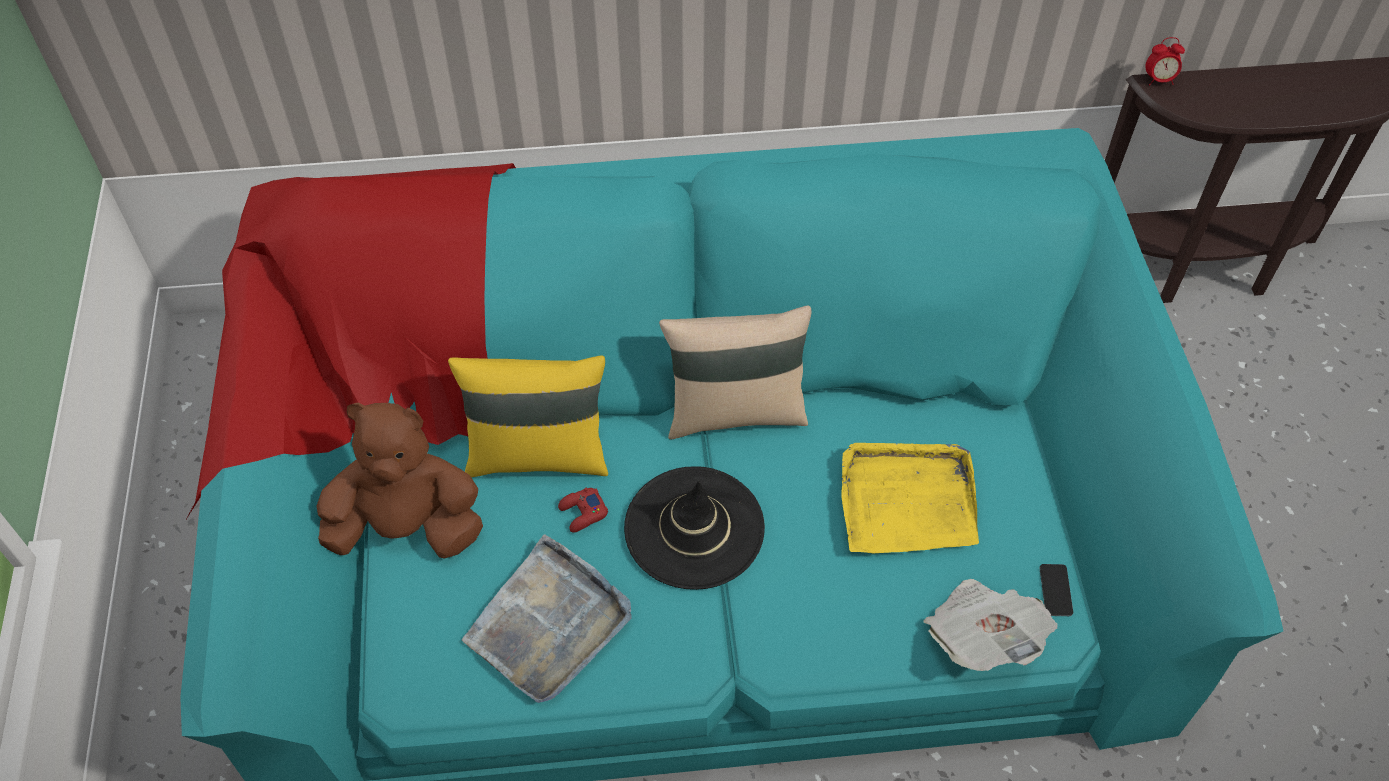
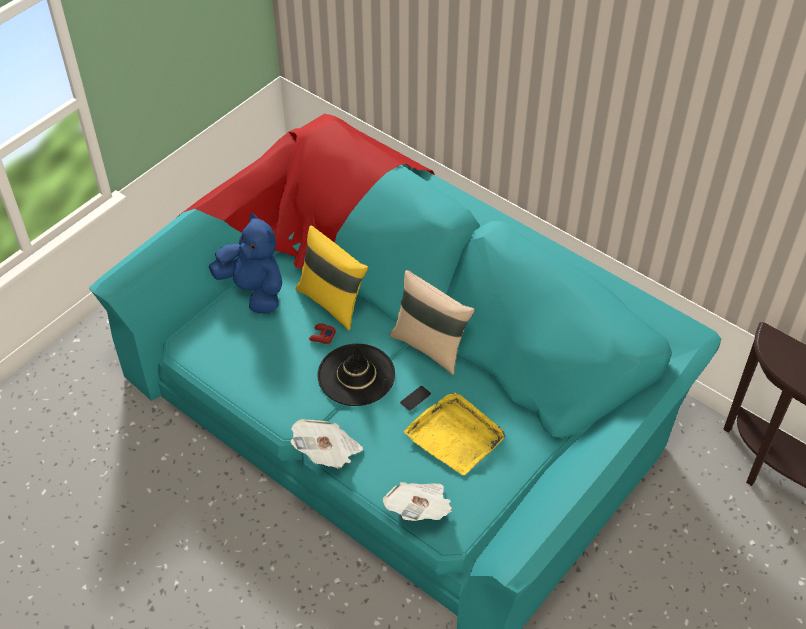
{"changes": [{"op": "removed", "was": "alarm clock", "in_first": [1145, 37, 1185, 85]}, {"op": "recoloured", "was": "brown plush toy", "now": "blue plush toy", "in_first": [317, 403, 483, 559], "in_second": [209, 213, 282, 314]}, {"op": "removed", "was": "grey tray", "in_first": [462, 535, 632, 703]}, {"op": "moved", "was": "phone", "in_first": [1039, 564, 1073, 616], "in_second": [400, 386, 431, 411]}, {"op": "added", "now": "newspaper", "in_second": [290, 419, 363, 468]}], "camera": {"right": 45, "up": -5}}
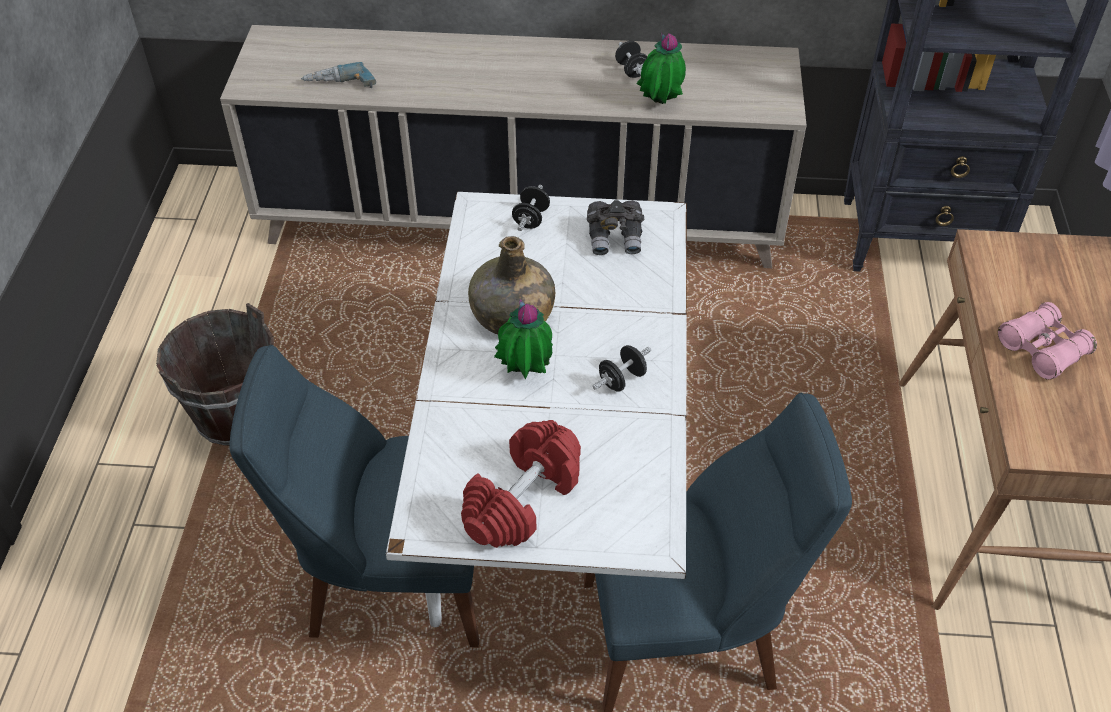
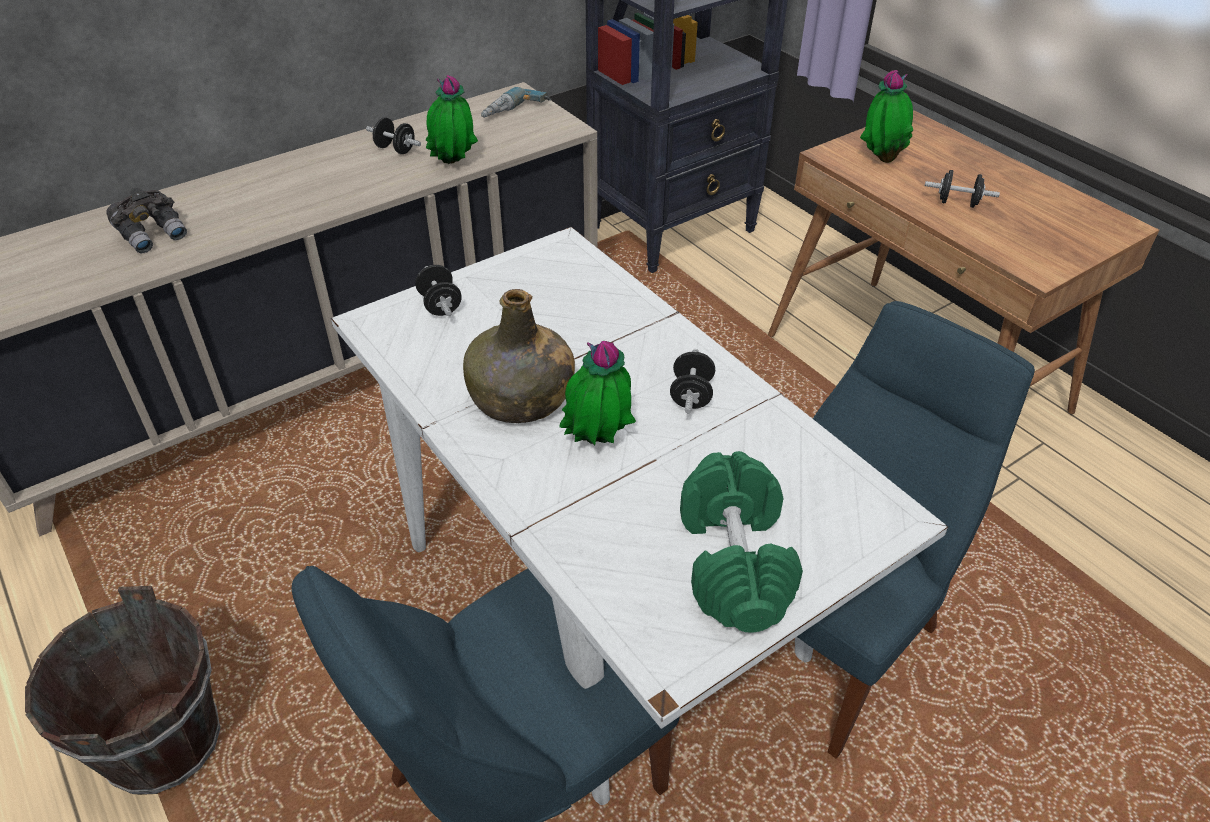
{"changes": [{"op": "moved", "was": "power drill", "in_first": [301, 62, 376, 88], "in_second": [481, 87, 551, 118]}, {"op": "moved", "was": "grey binoculars", "in_first": [587, 200, 644, 255], "in_second": [106, 188, 187, 254]}, {"op": "replaced", "was": "pink binoculars", "now": "black dumbbell", "in_first": [998, 302, 1097, 380], "in_second": [925, 170, 1000, 208]}, {"op": "recoloured", "was": "red dumbbell", "now": "green dumbbell", "in_first": [461, 420, 581, 548], "in_second": [680, 451, 803, 633]}, {"op": "added", "now": "potted plant", "in_second": [860, 70, 913, 163]}], "camera": {"right": -40, "up": -5}}
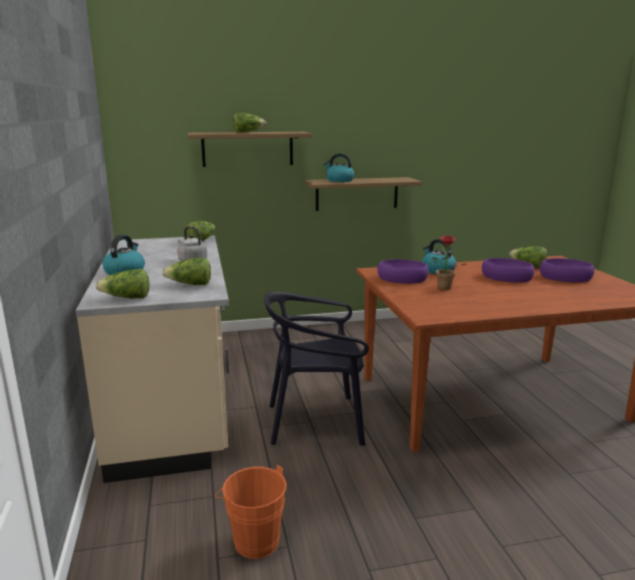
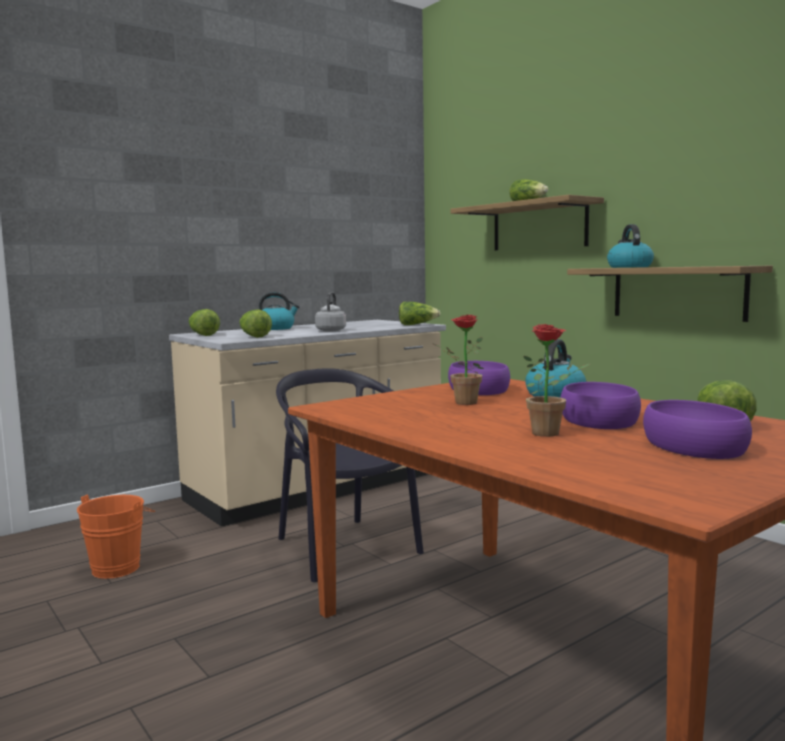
{"changes": [{"op": "added", "now": "potted plant", "in_second": [524, 324, 590, 437]}], "camera": {"right": 65, "up": -10}}
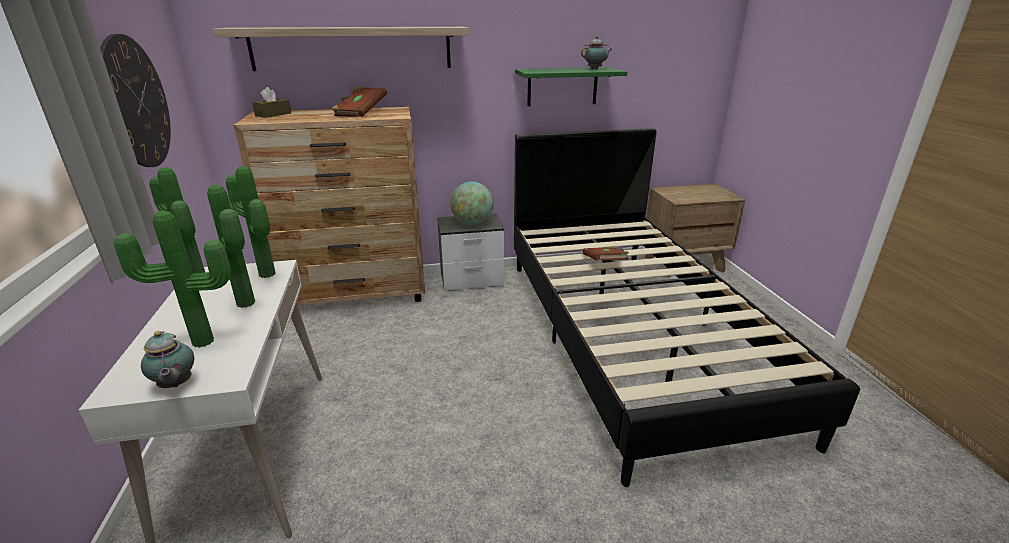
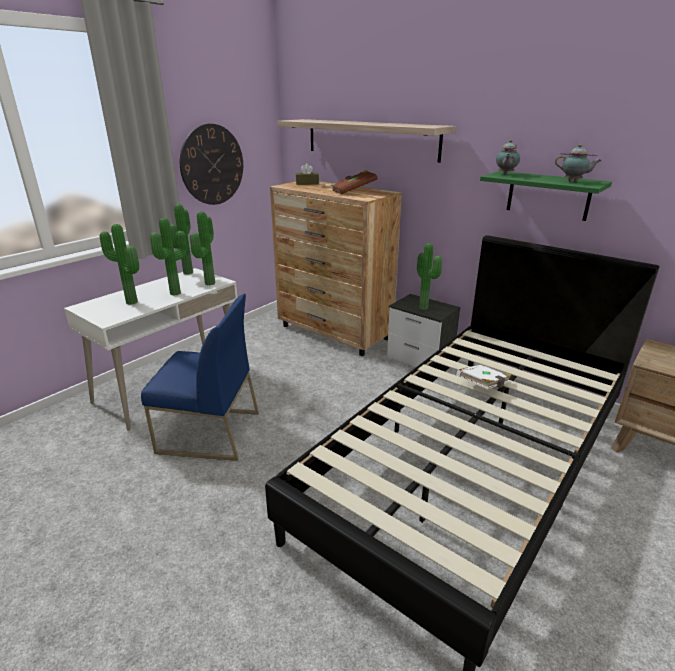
{"changes": [{"op": "replaced", "was": "globe", "now": "potted plant", "in_first": [450, 182, 494, 225], "in_second": [417, 243, 442, 310]}, {"op": "recoloured", "was": "brown book", "now": "white book", "in_first": [582, 246, 629, 260], "in_second": [456, 365, 511, 389]}, {"op": "moved", "was": "teapot", "in_first": [141, 331, 194, 388], "in_second": [496, 140, 520, 175]}, {"op": "added", "now": "blue chair", "in_second": [141, 294, 259, 461]}], "camera": {"right": 50, "up": 0}}
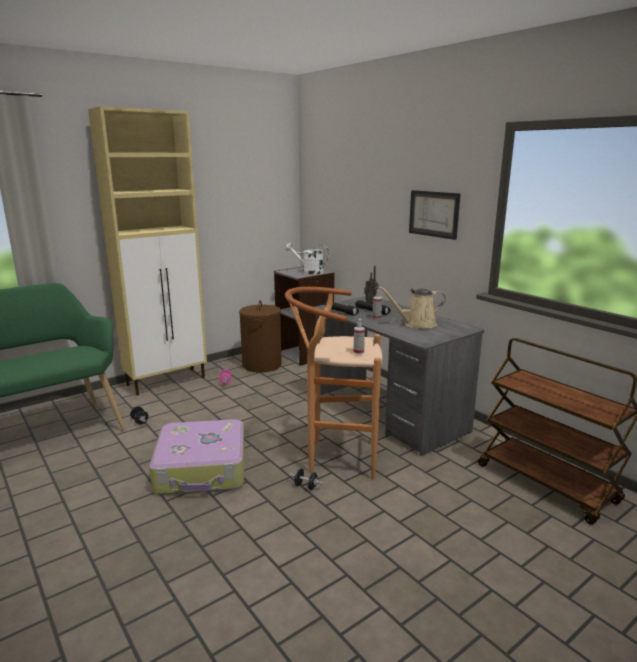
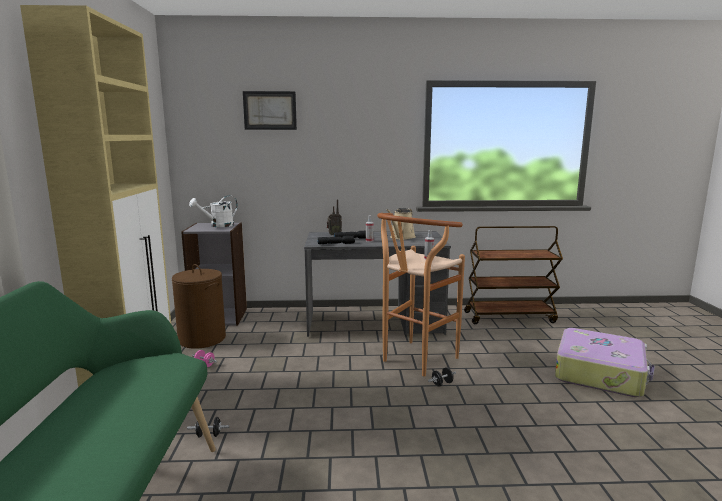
{"changes": [{"op": "moved", "was": "picture", "in_first": [409, 190, 460, 240], "in_second": [243, 91, 297, 130]}, {"op": "moved", "was": "suitcase", "in_first": [149, 419, 245, 495], "in_second": [555, 328, 655, 397]}], "camera": {"right": -55, "up": -5}}
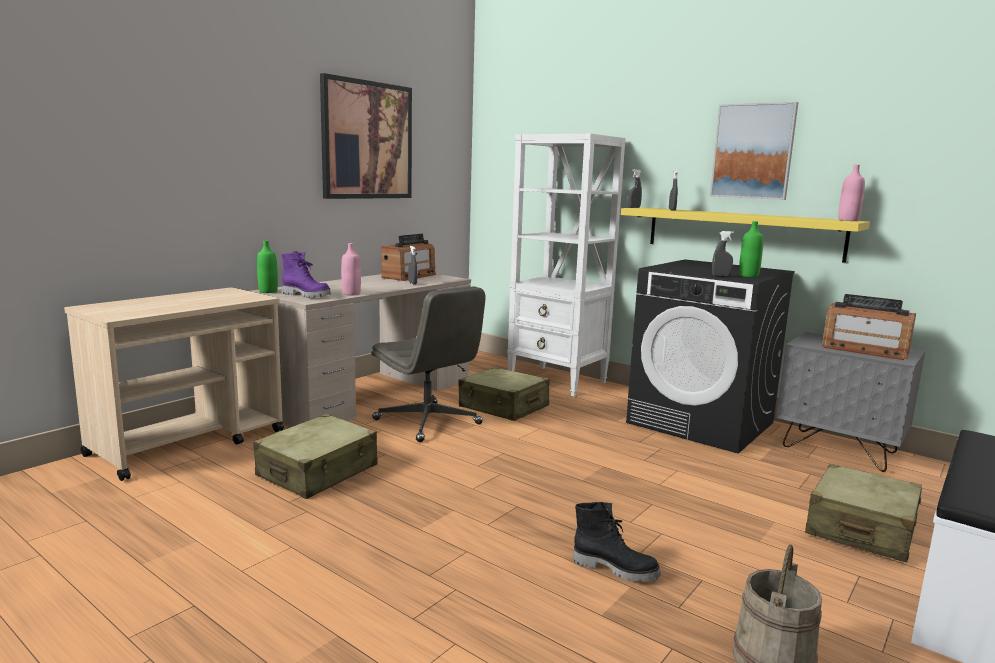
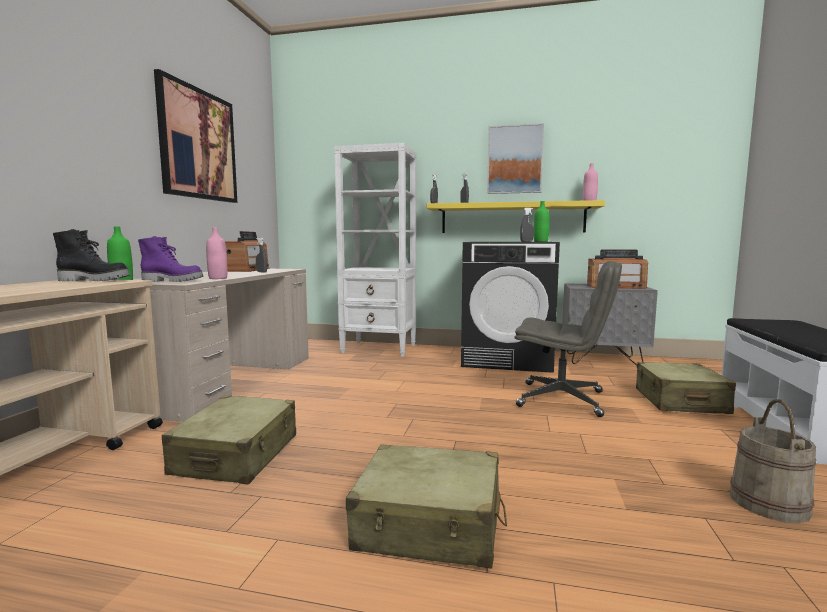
{"changes": [{"op": "moved", "was": "grey office chair", "in_first": [371, 287, 485, 442], "in_second": [515, 261, 622, 417]}, {"op": "moved", "was": "beige suitcase", "in_first": [458, 367, 550, 421], "in_second": [346, 444, 507, 569]}, {"op": "moved", "was": "black boot", "in_first": [573, 502, 661, 582], "in_second": [53, 229, 130, 281]}], "camera": {"right": -25, "up": -5}}
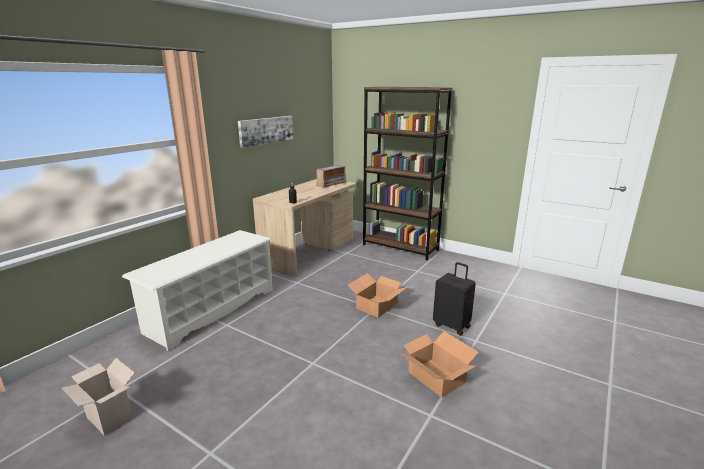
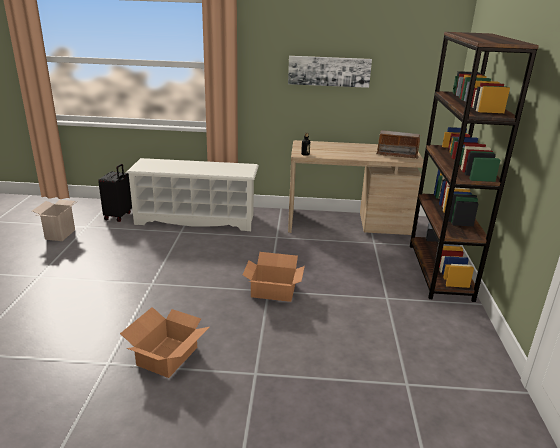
{"changes": [{"op": "moved", "was": "black suitcase", "in_first": [433, 262, 476, 336], "in_second": [98, 164, 132, 222]}], "camera": {"right": 60, "up": 5}}
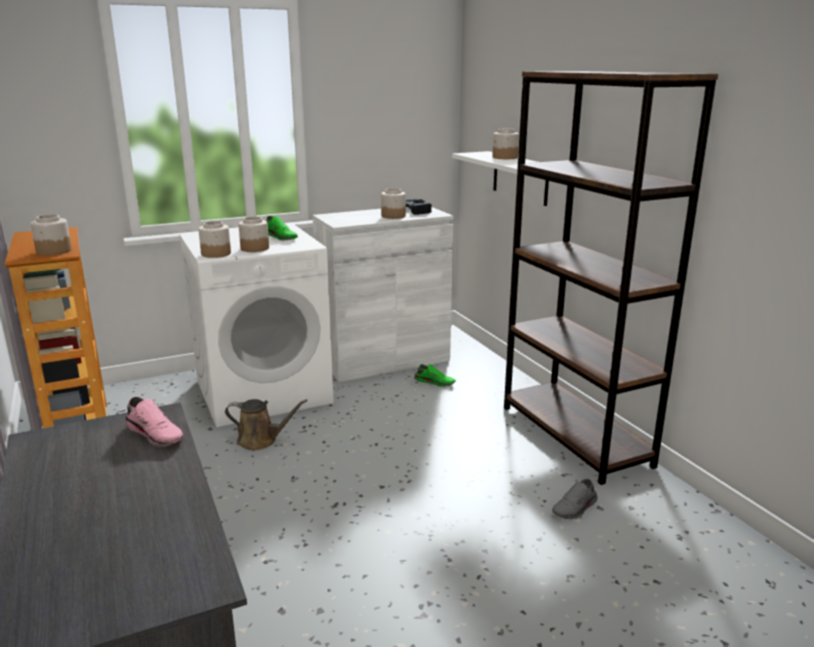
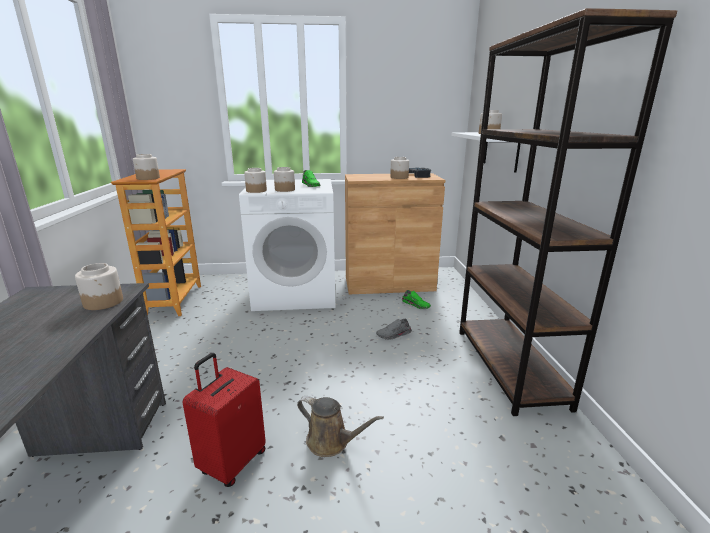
{"changes": [{"op": "recoloured", "was": "white cabinet", "now": "brown cabinet", "in_first": [312, 207, 454, 382], "in_second": [345, 173, 445, 294]}, {"op": "replaced", "was": "pink shoe", "now": "jar", "in_first": [126, 397, 184, 447], "in_second": [75, 263, 123, 310]}, {"op": "moved", "was": "brown watering can", "in_first": [225, 399, 308, 450], "in_second": [297, 396, 384, 457]}, {"op": "moved", "was": "grey shoe", "in_first": [552, 479, 598, 519], "in_second": [376, 319, 412, 340]}, {"op": "added", "now": "red suitcase", "in_second": [182, 353, 266, 487]}], "camera": {"right": 20, "up": 0}}
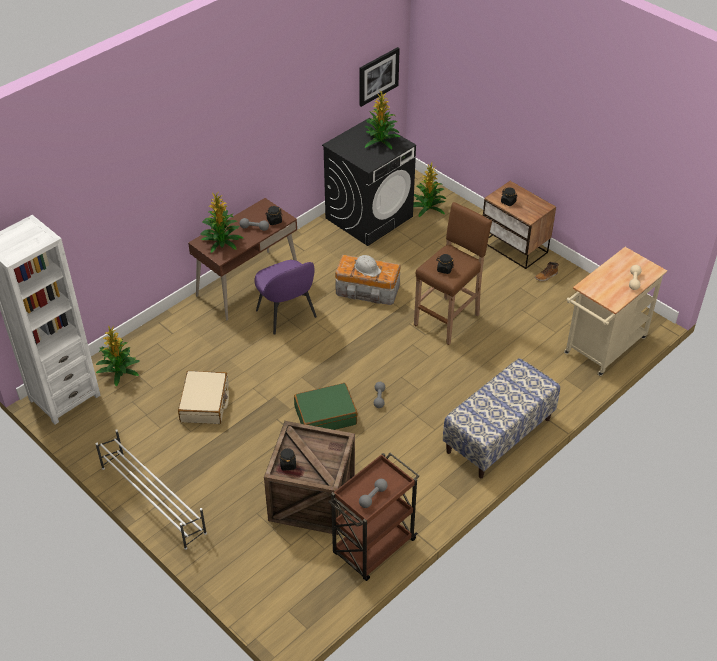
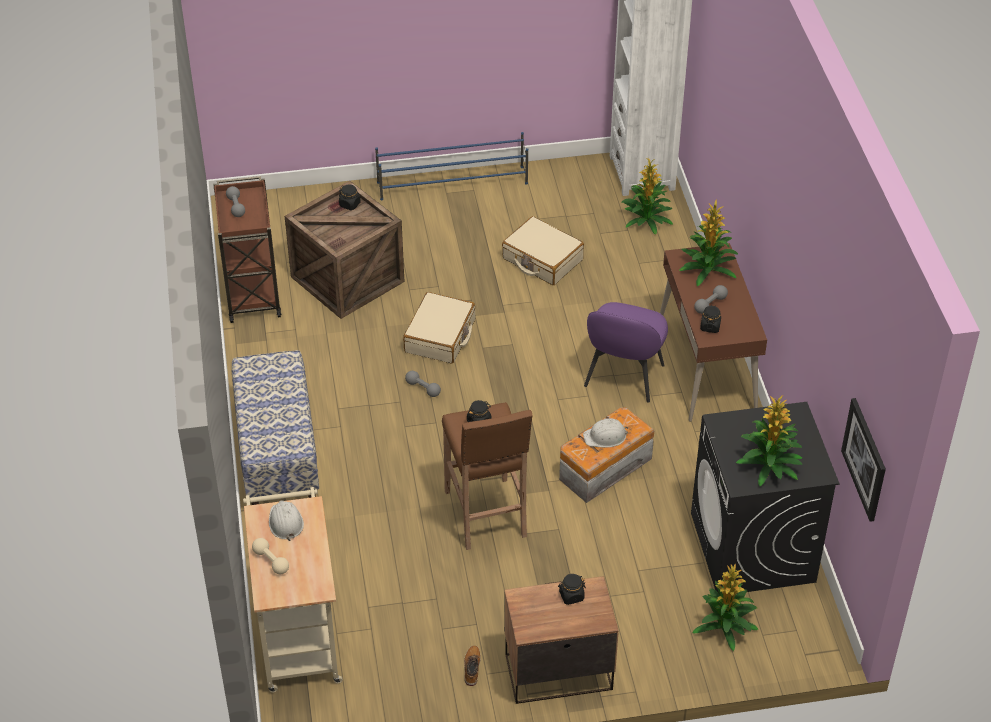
{"changes": [{"op": "turned", "was": "purple chair", "in_first": [254, 260, 317, 334], "in_second": [584, 302, 668, 403], "clockwise": -75}, {"op": "recoloured", "was": "green suitcase", "now": "beige suitcase", "in_first": [294, 383, 358, 430], "in_second": [403, 292, 475, 364]}, {"op": "recoloured", "was": "white shoe rack", "now": "blue shoe rack", "in_first": [95, 429, 207, 550], "in_second": [375, 132, 528, 201]}, {"op": "added", "now": "white hard hat", "in_second": [269, 500, 304, 541]}], "camera": {"right": 125, "up": 0}}
